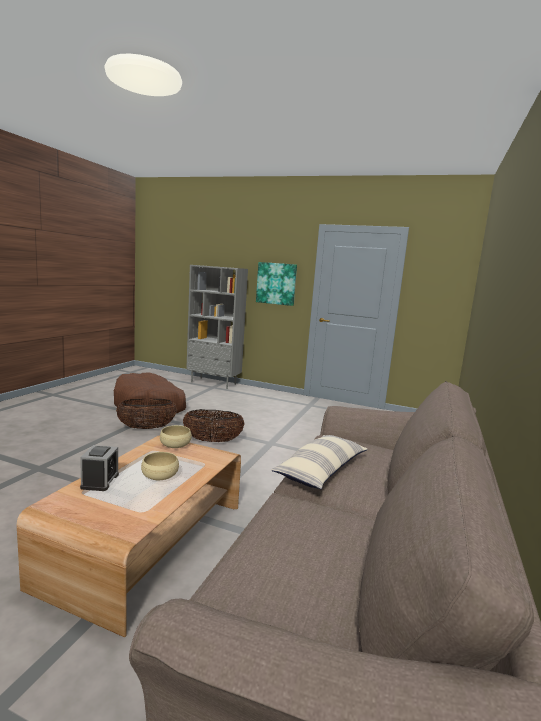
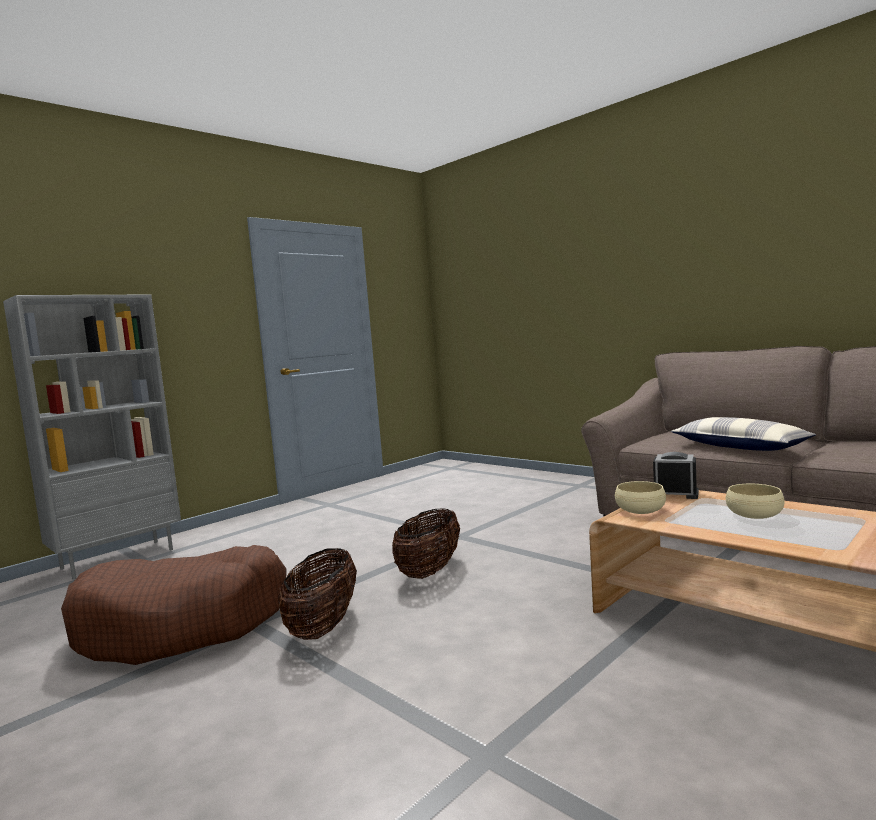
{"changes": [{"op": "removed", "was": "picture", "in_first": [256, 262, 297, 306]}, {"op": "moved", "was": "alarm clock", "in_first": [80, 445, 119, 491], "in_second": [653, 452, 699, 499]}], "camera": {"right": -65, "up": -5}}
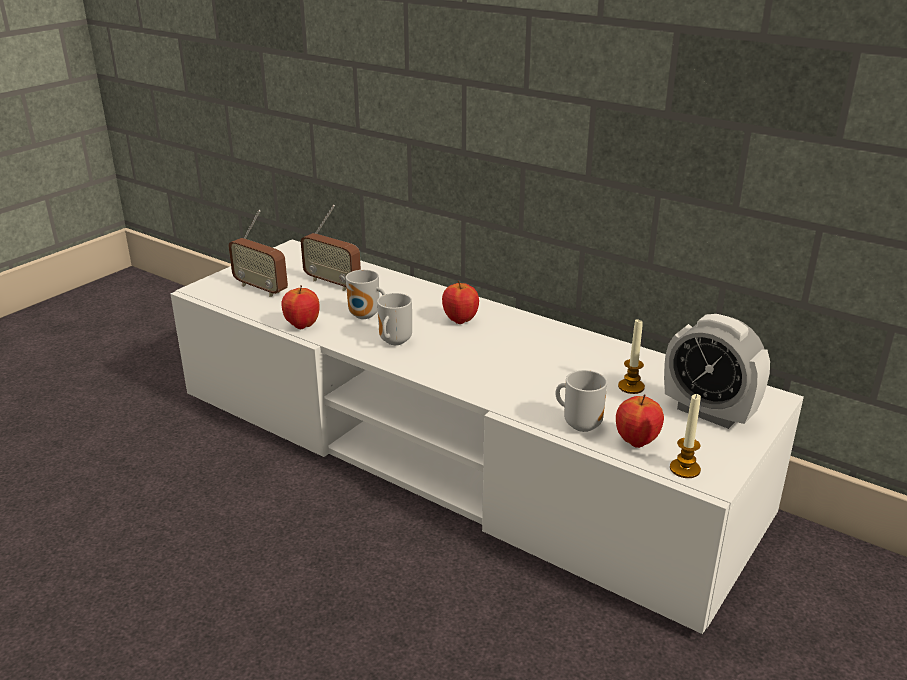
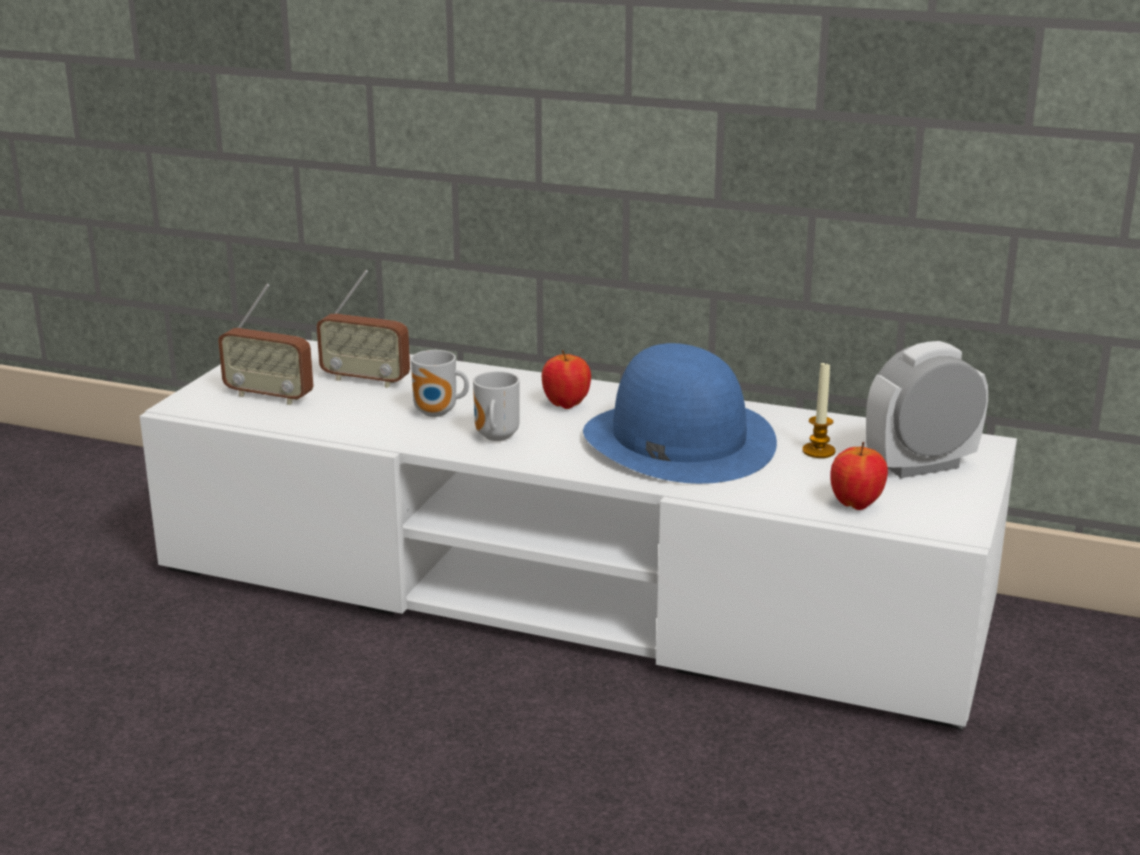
{"changes": [{"op": "removed", "was": "apple", "in_first": [281, 285, 319, 329]}, {"op": "turned", "was": "alarm clock", "in_first": [664, 314, 770, 429], "in_second": [866, 341, 988, 478], "clockwise": 135}, {"op": "removed", "was": "mug", "in_first": [555, 370, 607, 432]}, {"op": "removed", "was": "candle", "in_first": [670, 394, 701, 478]}, {"op": "added", "now": "blue hat", "in_second": [583, 343, 777, 484]}], "camera": {"right": -15, "up": -5}}
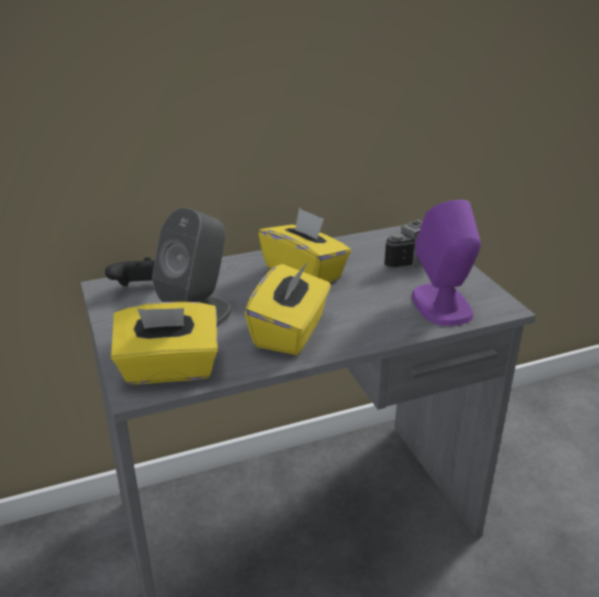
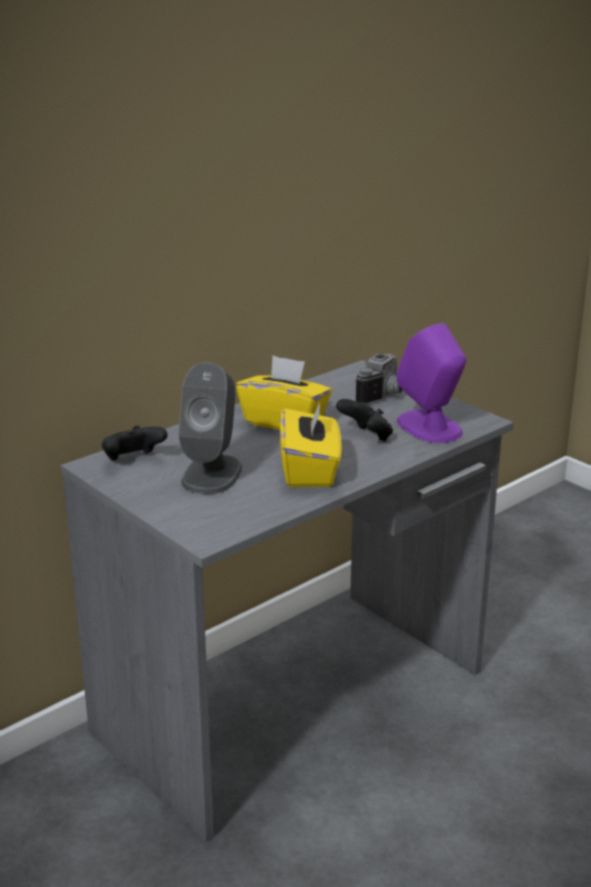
{"changes": [{"op": "removed", "was": "yellow tissue box", "in_first": [111, 302, 218, 384]}, {"op": "added", "now": "black game controller", "in_second": [336, 399, 393, 441]}], "camera": {"right": -20, "up": -5}}
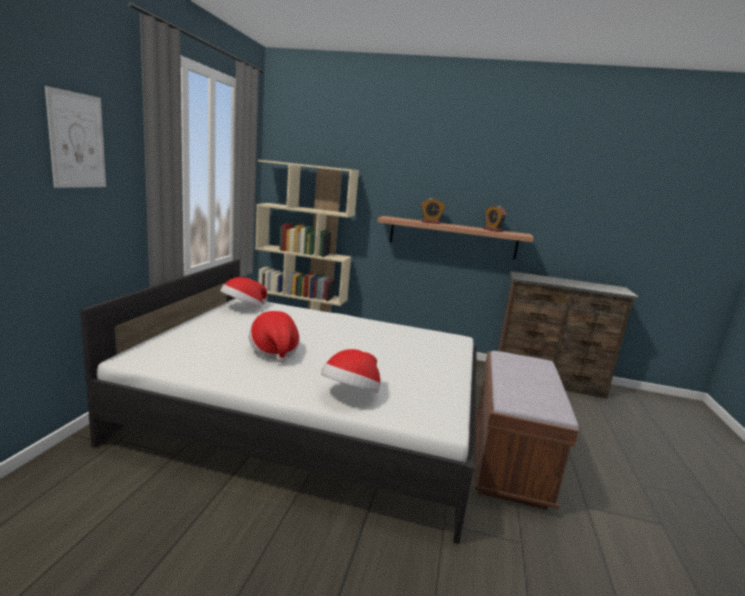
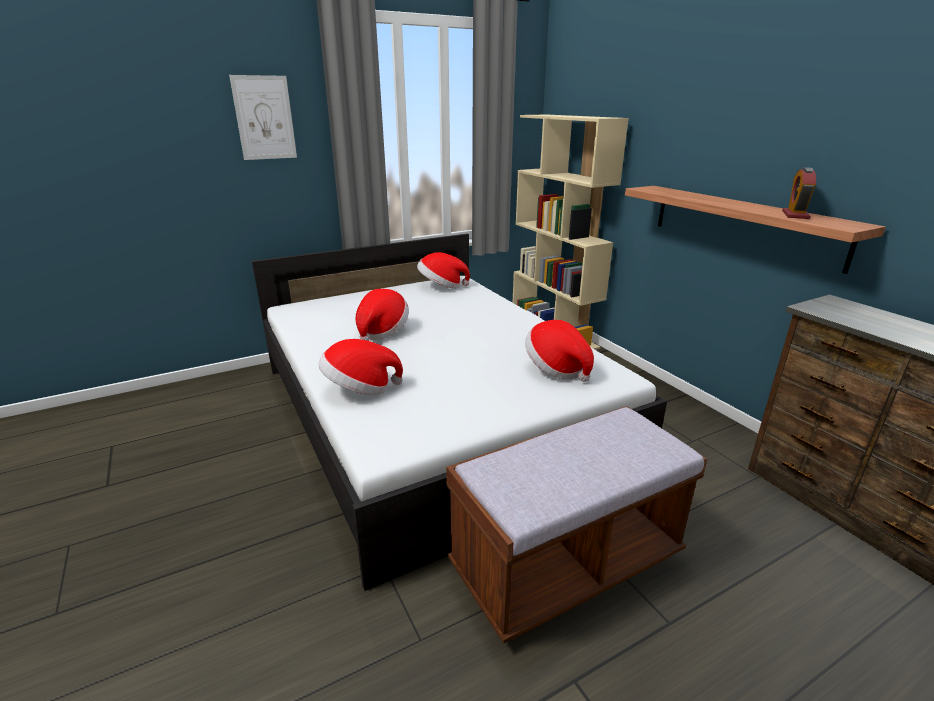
{"changes": [{"op": "removed", "was": "alarm clock", "in_first": [421, 198, 446, 224]}, {"op": "added", "now": "hat", "in_second": [525, 320, 594, 382]}], "camera": {"right": 50, "up": 10}}
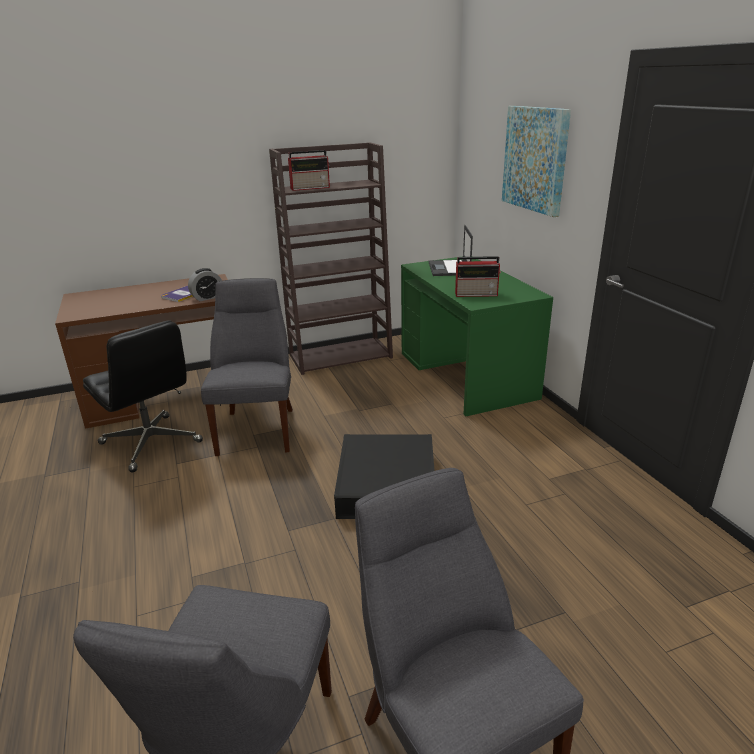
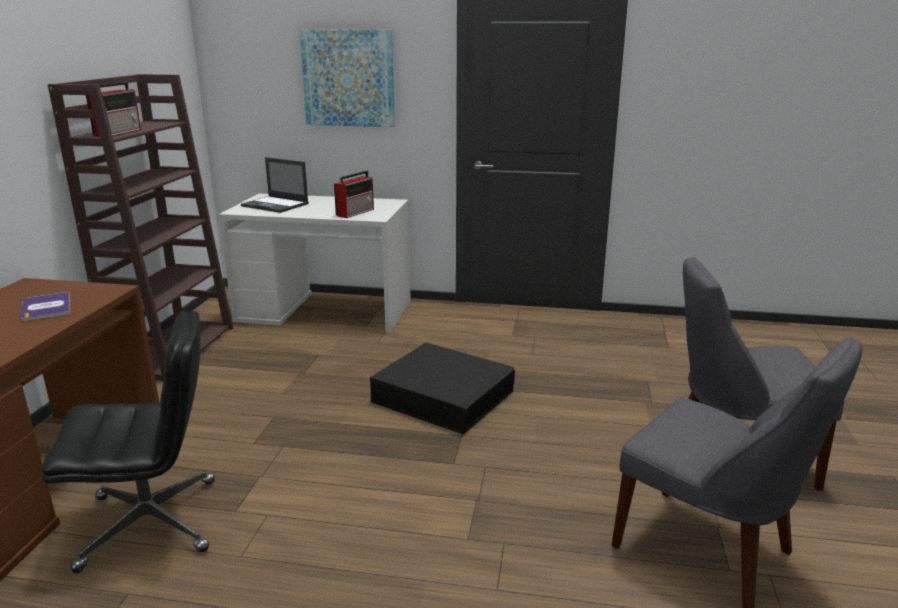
{"changes": [{"op": "recoloured", "was": "green desk", "now": "white desk", "in_first": [401, 256, 553, 416], "in_second": [219, 194, 411, 334]}, {"op": "removed", "was": "alarm clock", "in_first": [188, 268, 222, 301]}, {"op": "removed", "was": "grey chair", "in_first": [201, 278, 293, 456]}], "camera": {"right": -60, "up": -5}}
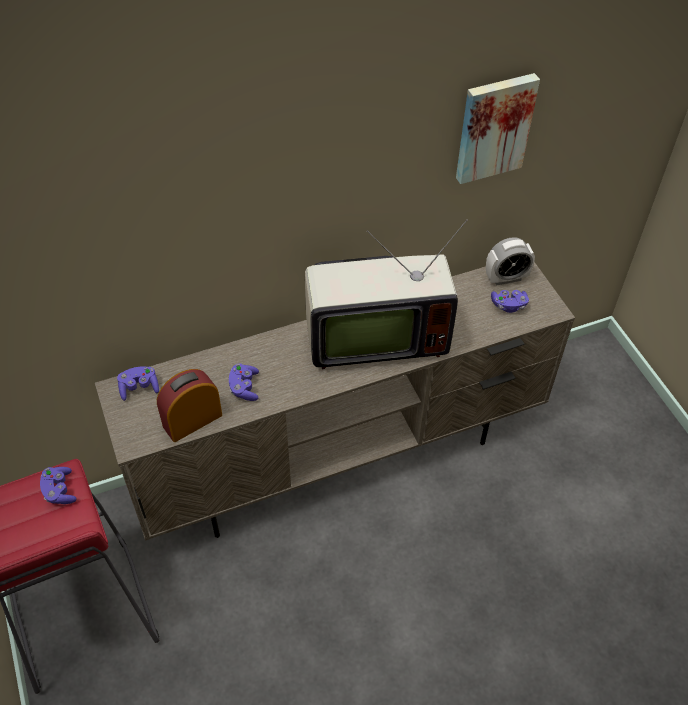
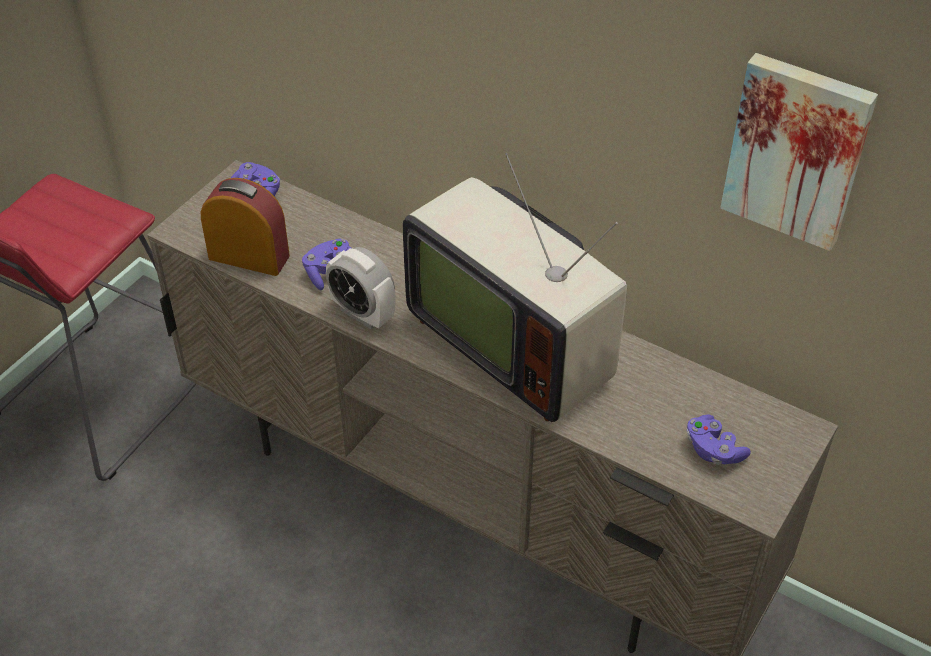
{"changes": [{"op": "moved", "was": "alarm clock", "in_first": [486, 237, 535, 285], "in_second": [326, 247, 395, 329]}, {"op": "removed", "was": "purple game controller", "in_first": [40, 467, 77, 504]}], "camera": {"right": 55, "up": -5}}
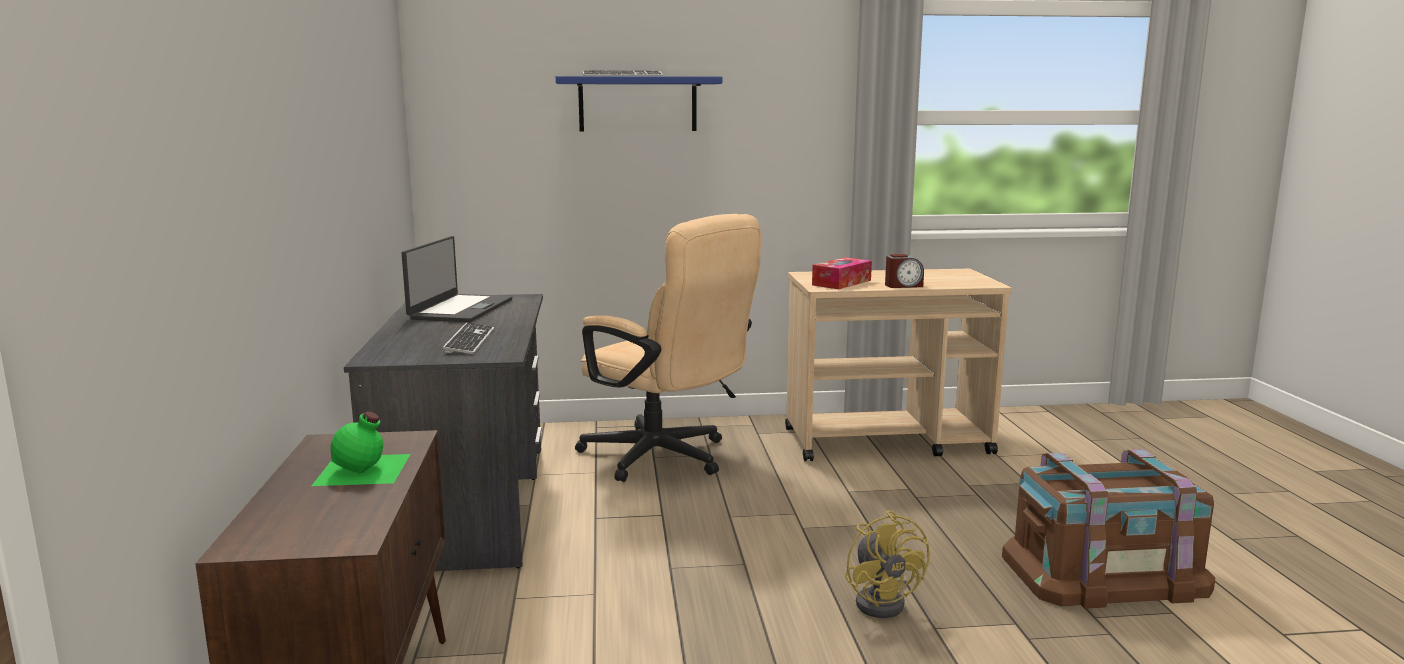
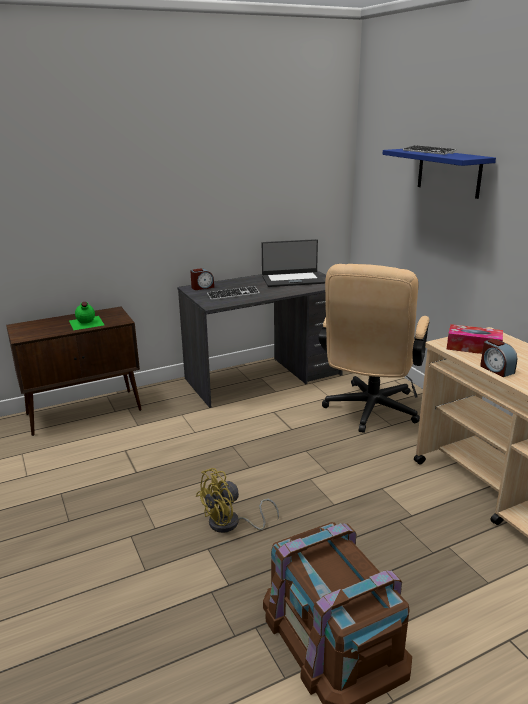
{"changes": [{"op": "added", "now": "alarm clock", "in_second": [190, 268, 214, 290]}], "camera": {"right": 70, "up": 10}}
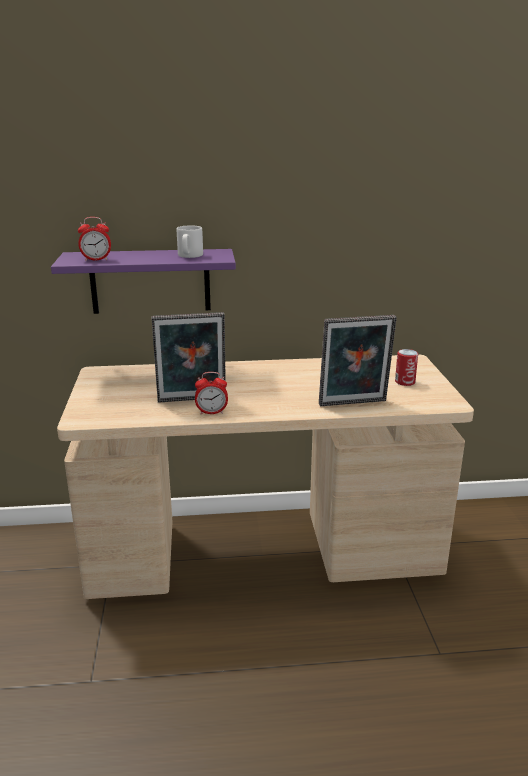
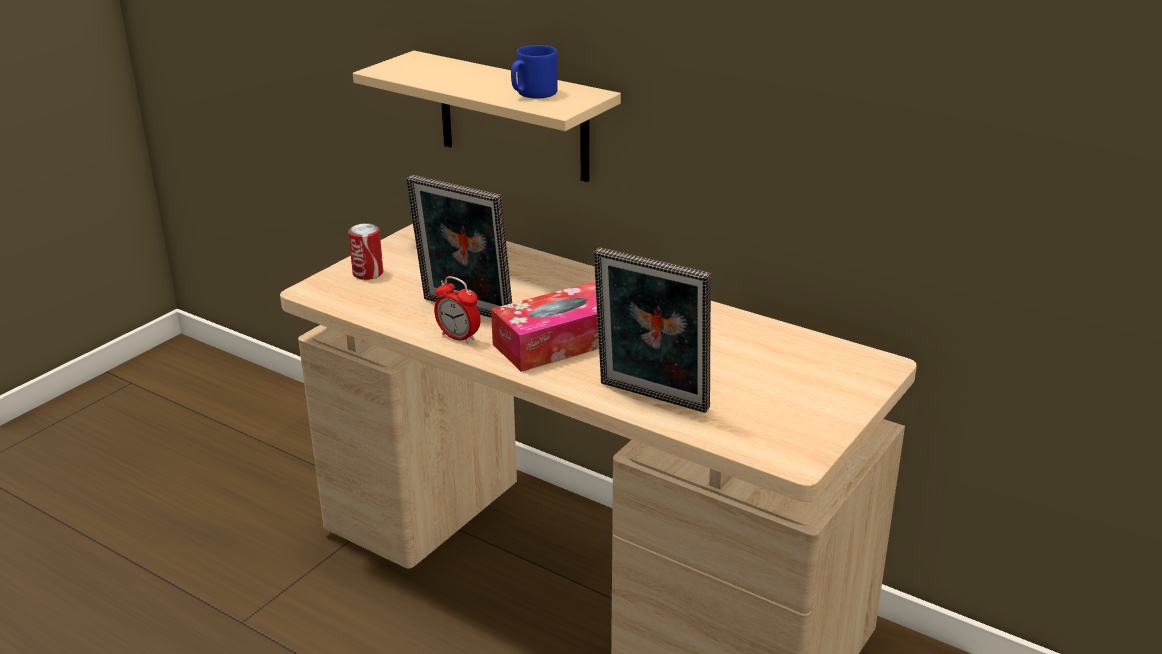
{"changes": [{"op": "removed", "was": "alarm clock", "in_first": [78, 217, 111, 261]}, {"op": "recoloured", "was": "grey mug", "now": "blue mug", "in_first": [177, 225, 203, 258], "in_second": [511, 45, 558, 99]}, {"op": "recoloured", "was": "purple shelf", "now": "beige shelf", "in_first": [51, 249, 236, 314], "in_second": [353, 51, 621, 182]}, {"op": "moved", "was": "can", "in_first": [395, 349, 418, 386], "in_second": [348, 223, 383, 280]}, {"op": "added", "now": "tissue box", "in_second": [491, 282, 599, 372]}], "camera": {"right": 40, "up": 5}}
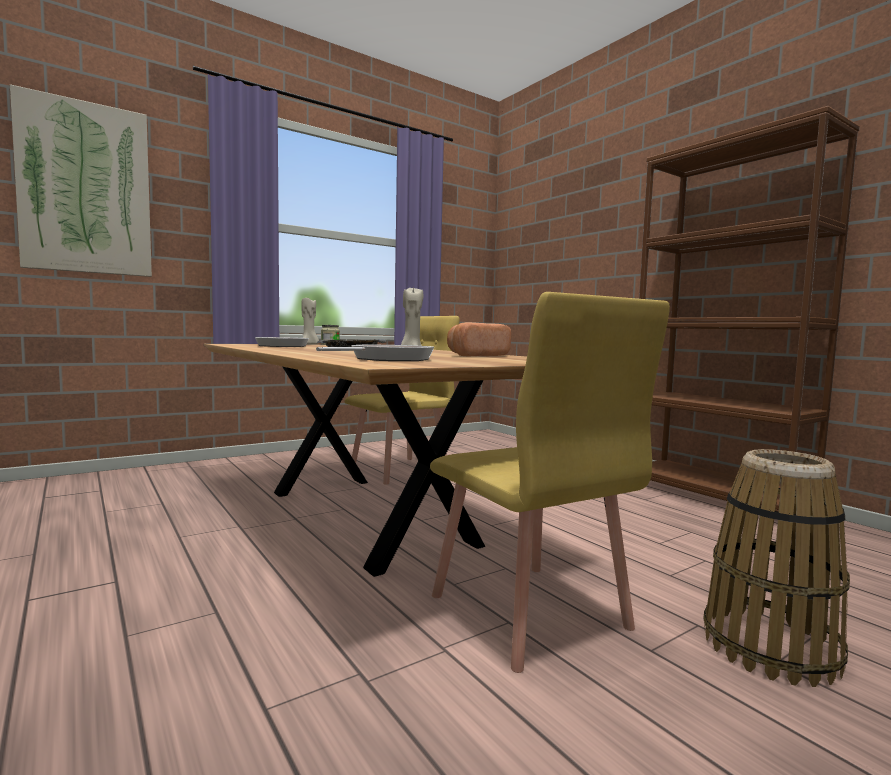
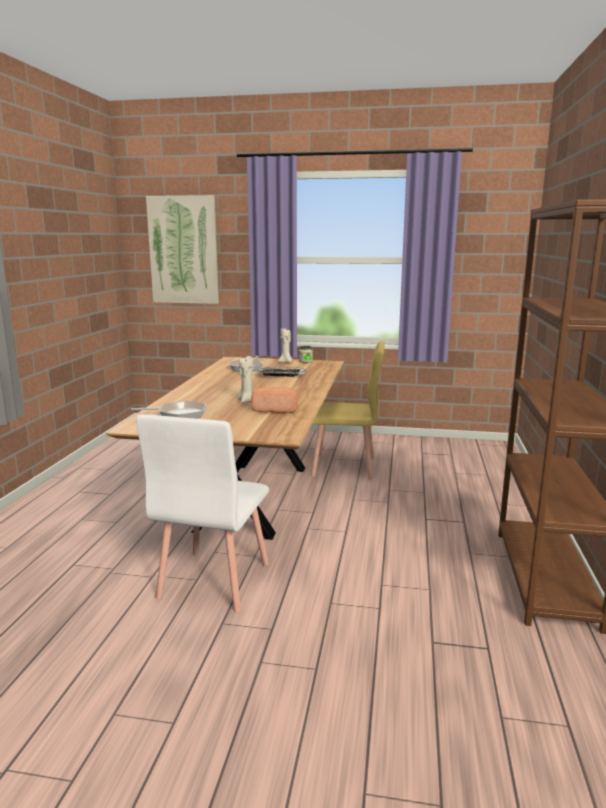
{"changes": [{"op": "recoloured", "was": "yellow chair", "now": "white chair", "in_first": [430, 292, 670, 673], "in_second": [136, 414, 269, 613]}, {"op": "removed", "was": "basket", "in_first": [703, 449, 850, 687]}], "camera": {"right": 45, "up": 10}}
